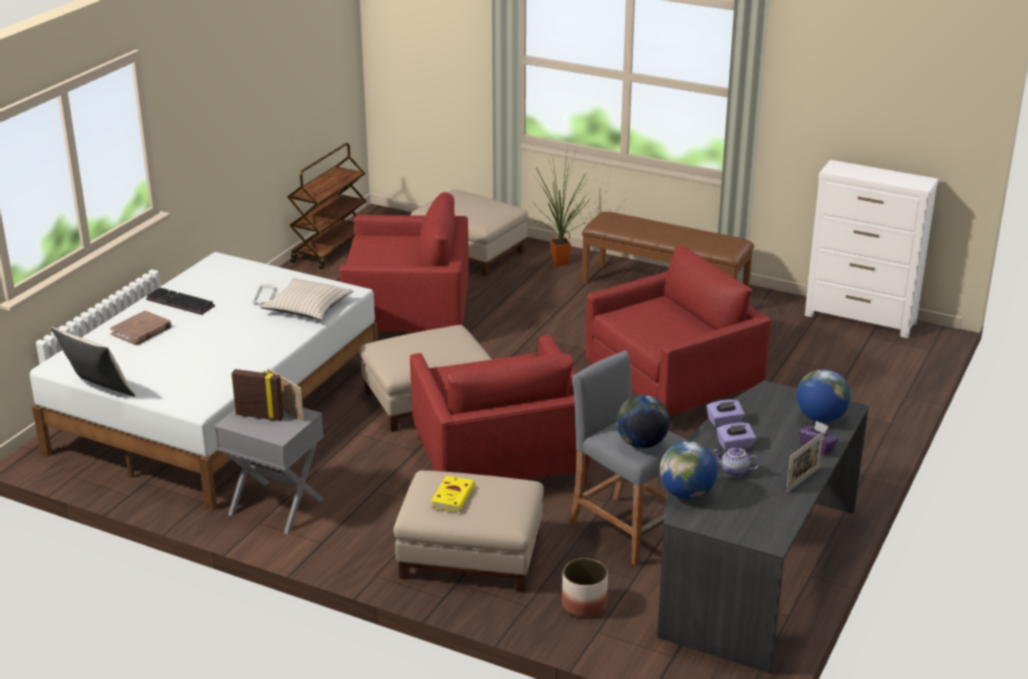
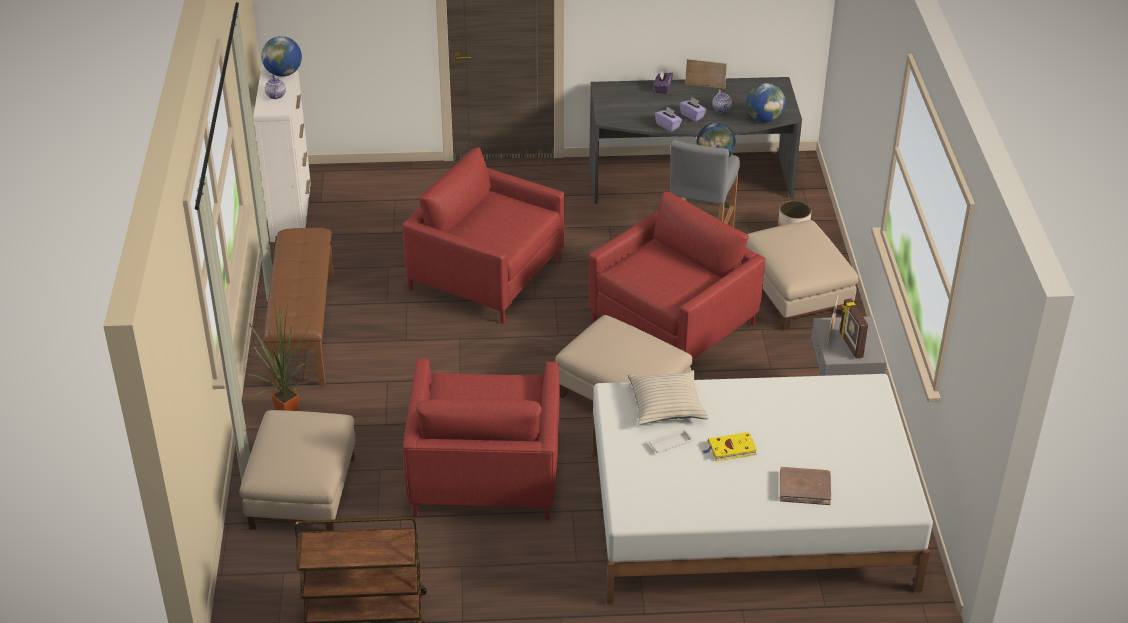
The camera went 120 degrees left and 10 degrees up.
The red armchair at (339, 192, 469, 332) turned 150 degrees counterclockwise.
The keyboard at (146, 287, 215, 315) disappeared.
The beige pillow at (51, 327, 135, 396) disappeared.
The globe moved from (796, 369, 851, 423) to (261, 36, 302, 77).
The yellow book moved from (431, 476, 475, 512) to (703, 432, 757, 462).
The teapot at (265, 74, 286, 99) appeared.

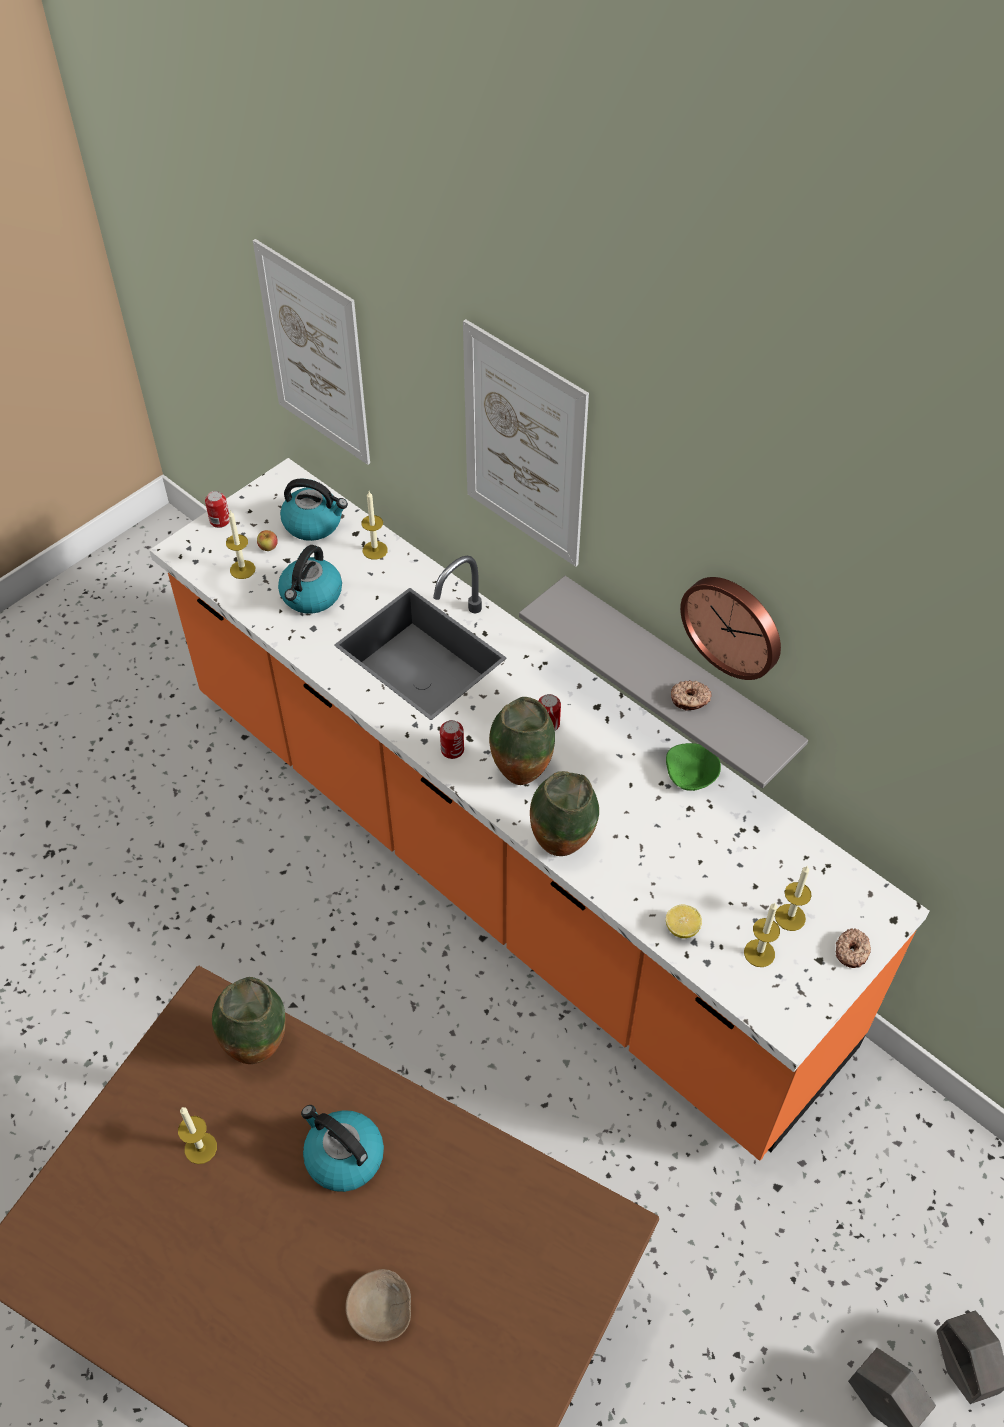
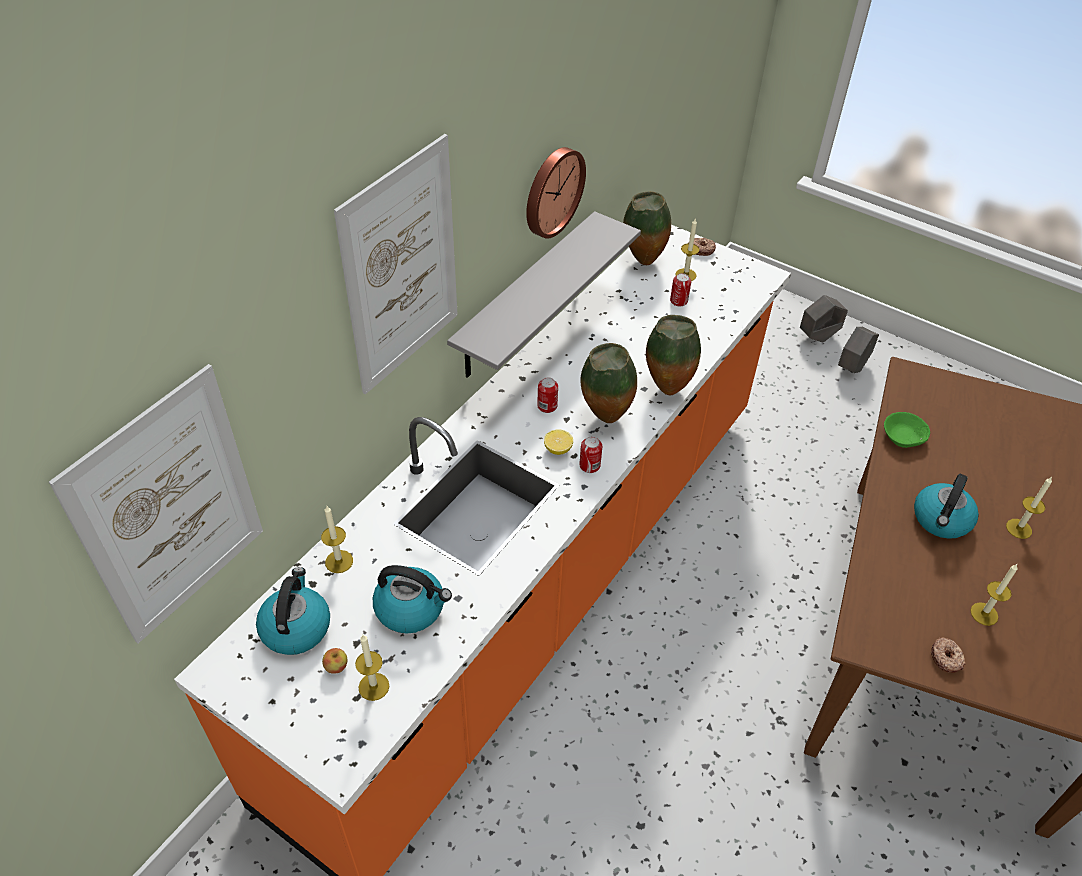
The camera went 100 degrees left and 5 degrees down.
The can moved from (205, 491, 230, 528) to (670, 273, 691, 306).
The donut moved from (671, 680, 712, 711) to (931, 637, 966, 673).
The green bowl moved from (666, 743, 721, 791) to (884, 412, 930, 448).
The candle moved from (744, 903, 780, 967) to (1006, 477, 1052, 539).
The lemon moved from (666, 905, 702, 938) to (544, 429, 573, 455).
The vase moved from (212, 977, 286, 1064) to (623, 191, 671, 265).
The beige bowl at (345, 1269, 411, 1342) disappeared.

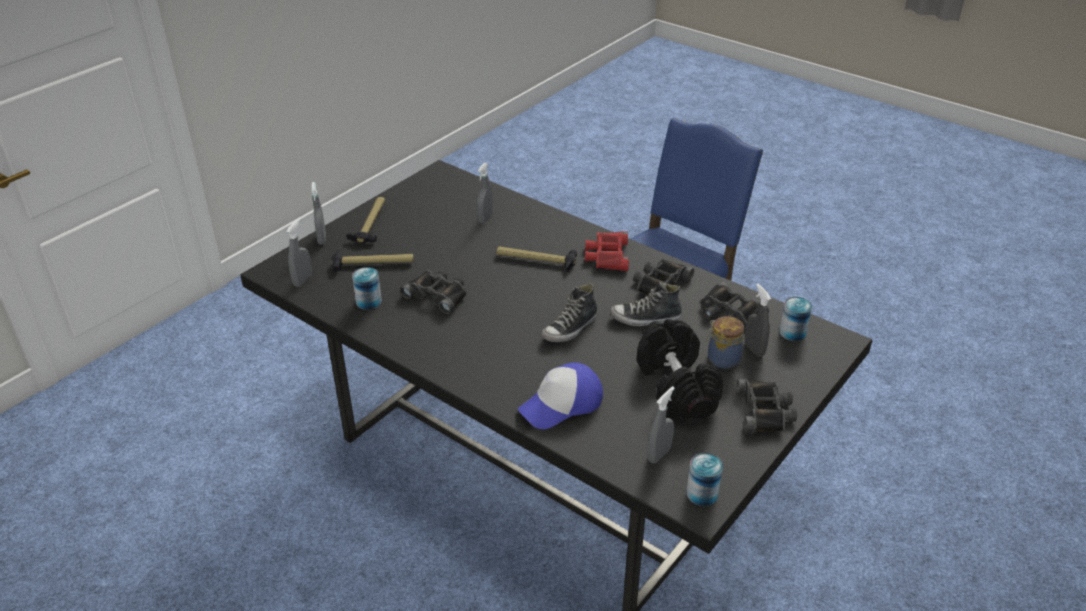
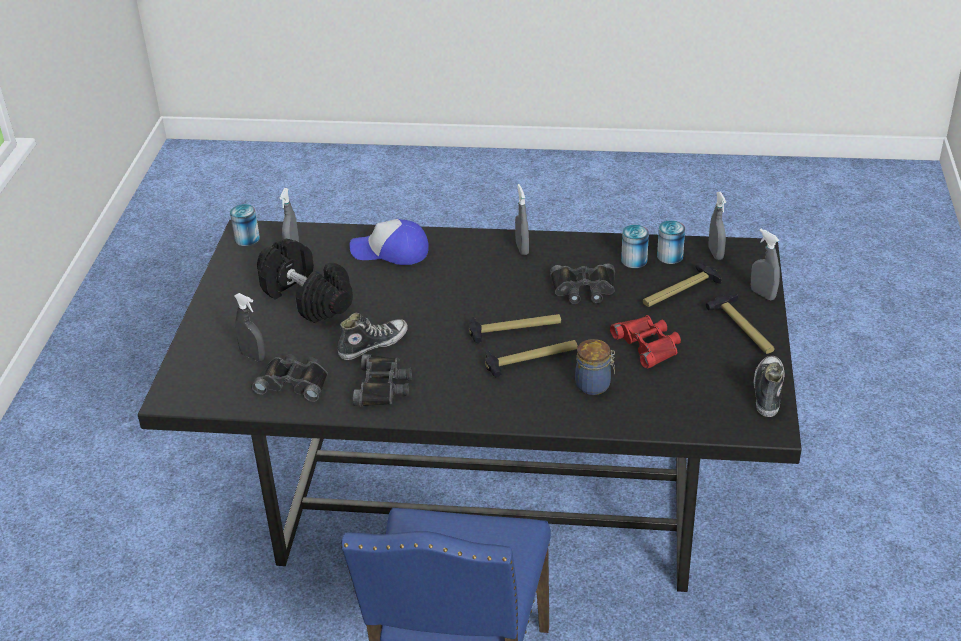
The camera went 150 degrees right and 0 degrees up.
The grey spray bottle moved from (477, 163, 493, 224) to (515, 184, 529, 255).
The red binoculars moved from (585, 231, 629, 271) to (610, 315, 681, 369).
The shoe moved from (542, 283, 598, 342) to (753, 356, 785, 417).
The can moved from (779, 297, 812, 341) to (657, 220, 685, 264).
The jar moved from (706, 316, 744, 369) to (575, 339, 615, 395).
The cap at (518, 362, 603, 429) turned 105 degrees counterclockwise.
The black binoculars at (736, 378, 797, 433) disappeared.
The hammer at (469, 314, 561, 343) appeared.

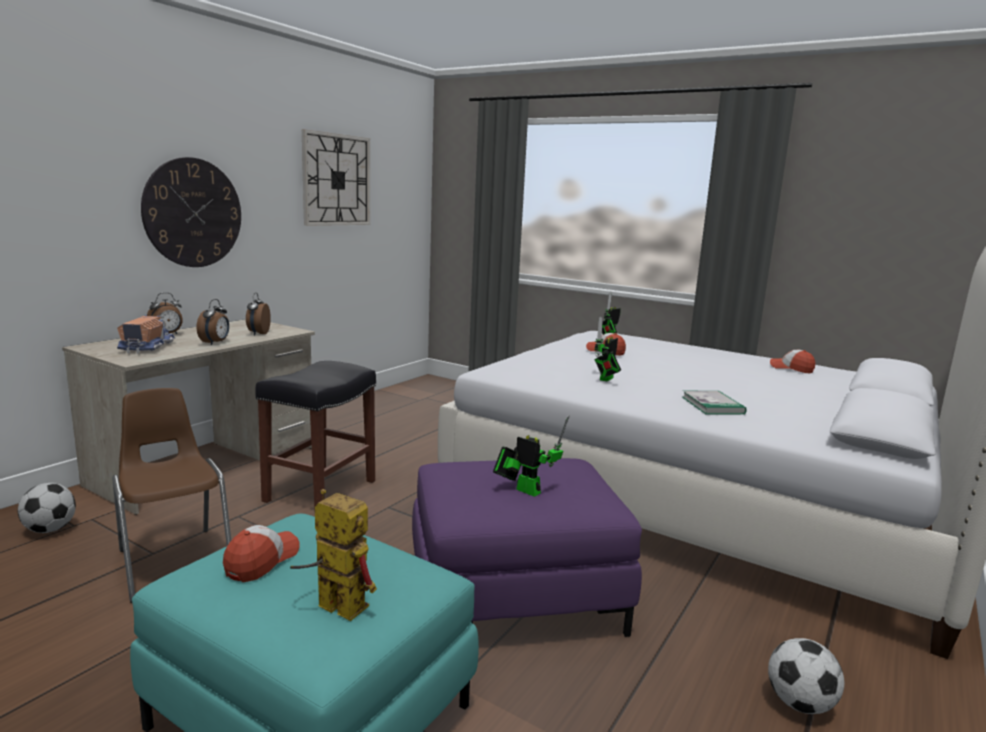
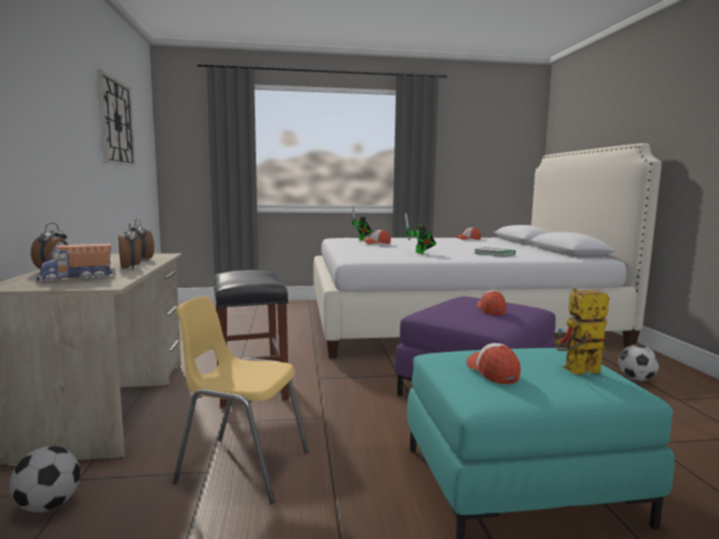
The camera went 40 degrees left and 5 degrees down.
The wall clock at (141, 157, 241, 267) disappeared.
The toy truck at (117, 315, 175, 354) turned 75 degrees counterclockwise.
The brown chair at (112, 388, 231, 603) became the yellow chair at (173, 296, 309, 504).
The toy robot at (493, 415, 569, 497) was replaced by the cap at (476, 290, 506, 315).

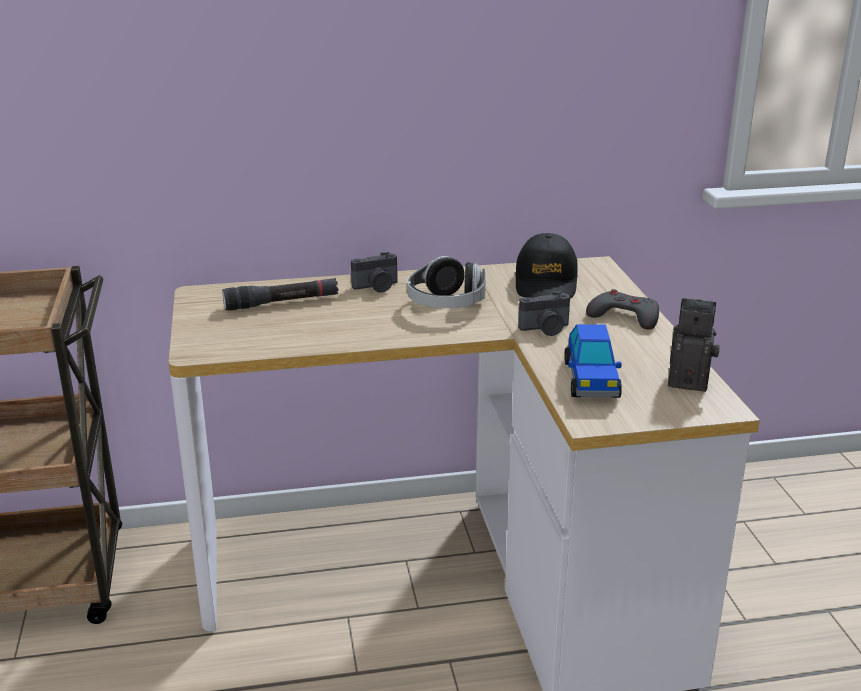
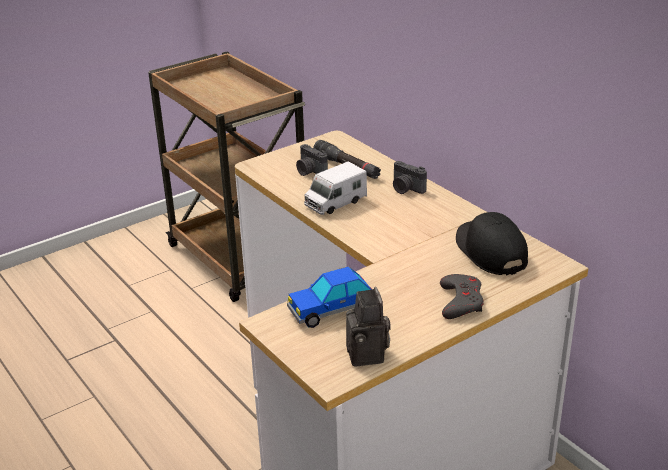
The camera went 65 degrees right and 5 degrees up.
The black cap at (515, 233, 578, 298) turned 90 degrees clockwise.
The headphones at (407, 256, 486, 308) disappeared.
The photo camera moved from (518, 291, 570, 336) to (296, 144, 328, 176).
The toy truck at (304, 162, 367, 215) appeared.

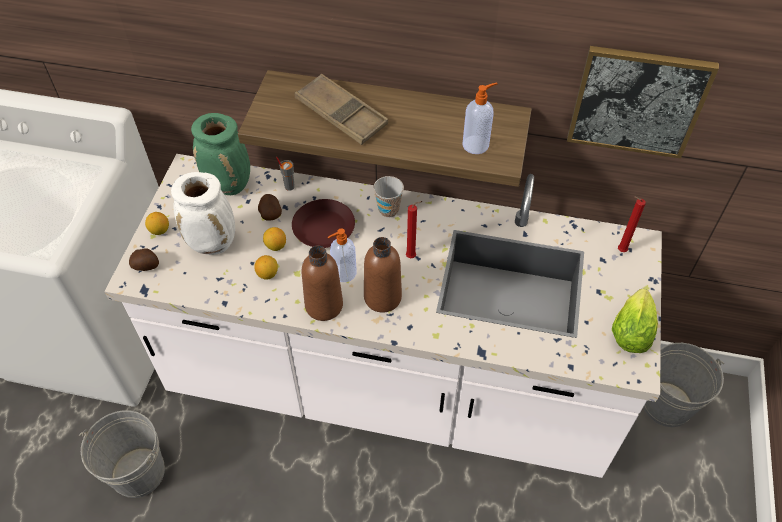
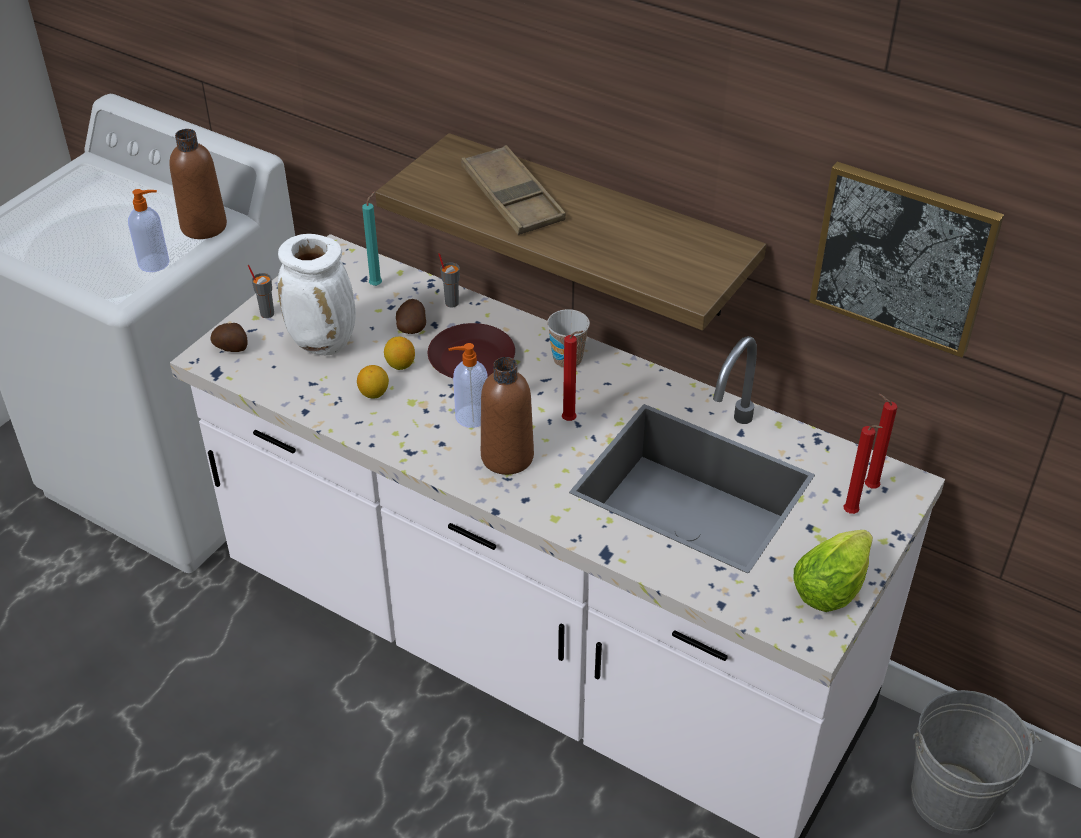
The camera went 20 degrees right and 10 degrees down.
The soap dispenser moved from (462, 83, 498, 154) to (128, 189, 170, 272).
The green vase at (191, 113, 250, 195) was replaced by the turquoise candle at (362, 191, 382, 286).
The lemon at (145, 212, 169, 235) was replaced by the grey cup at (248, 265, 274, 318).
The brown bottle moved from (302, 246, 343, 321) to (169, 129, 227, 239).
The grey bucket at (79, 410, 165, 498) disappeared.
The red candle at (844, 425, 883, 514) appeared.

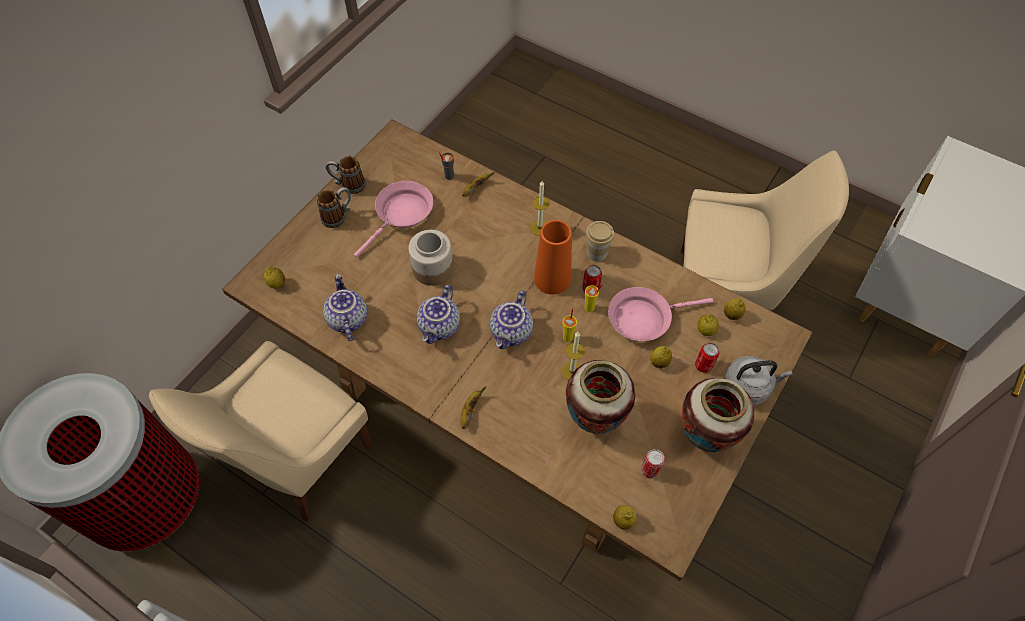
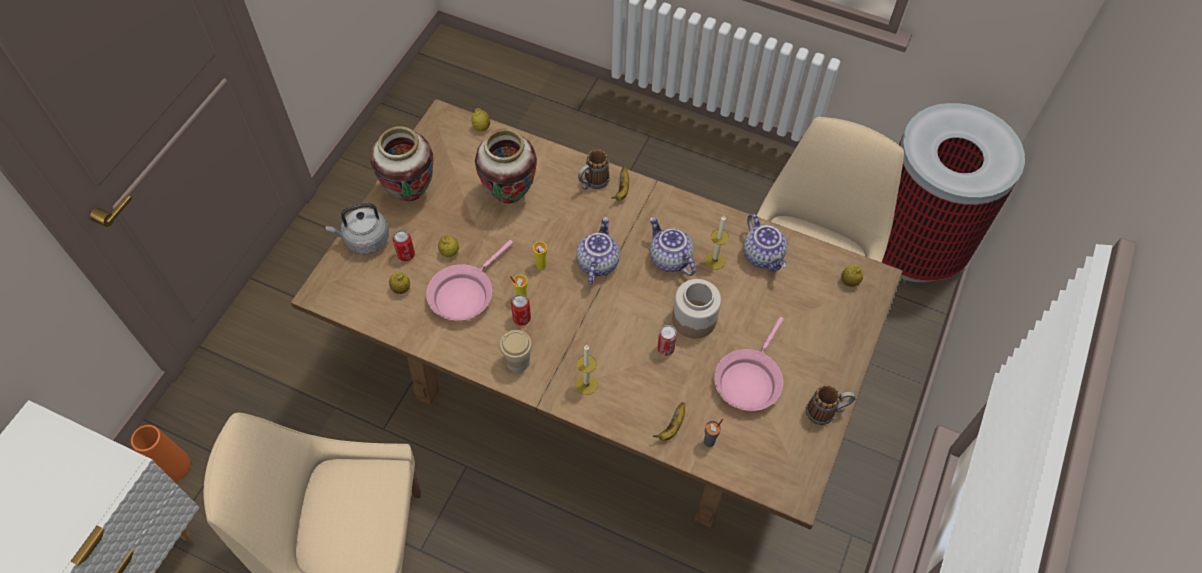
The camera went 170 degrees right and 0 degrees up.
The mug moved from (317, 187, 351, 228) to (578, 150, 610, 189).
The orange vase moved from (534, 220, 572, 295) to (131, 425, 190, 482).
The teapot at (417, 284, 460, 344) turned 45 degrees counterclockwise.
The pink frying pan at (608, 287, 713, 341) turned 150 degrees clockwise.
The lemon at (724, 299, 746, 320) disappeared.
The candle moved from (561, 332, 585, 380) to (704, 216, 729, 270).
The can moved from (641, 449, 665, 479) to (657, 325, 677, 356).

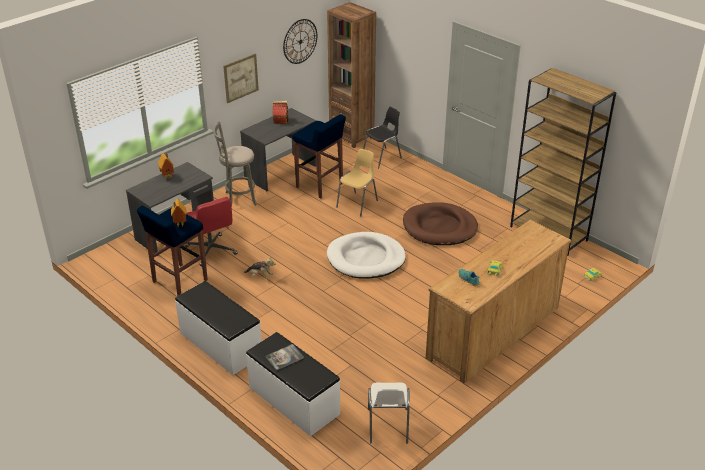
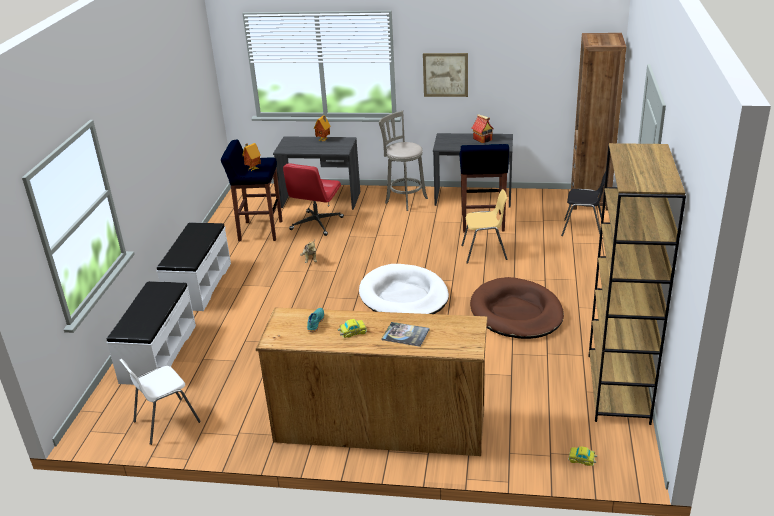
The camera went 55 degrees right and 5 degrees down.
The wall clock at (283, 19, 317, 64) disappeared.
The book moved from (265, 344, 304, 371) to (381, 322, 430, 347).

